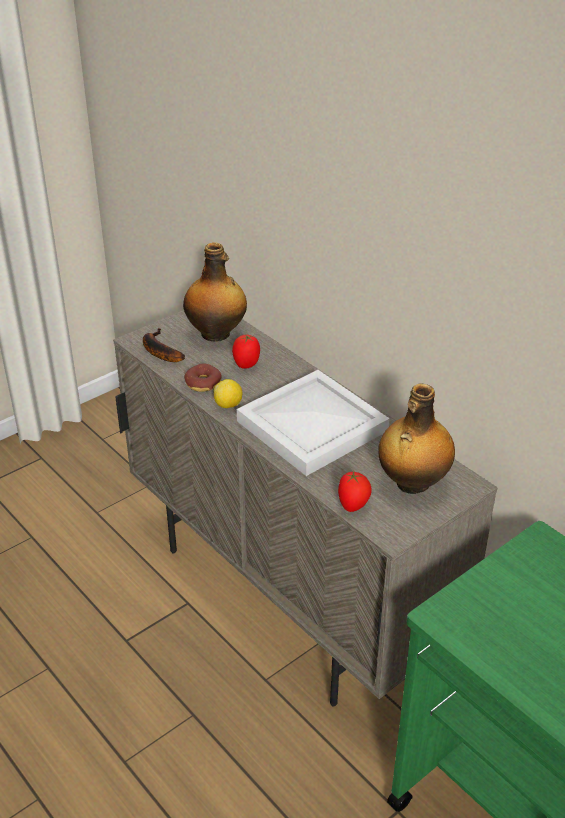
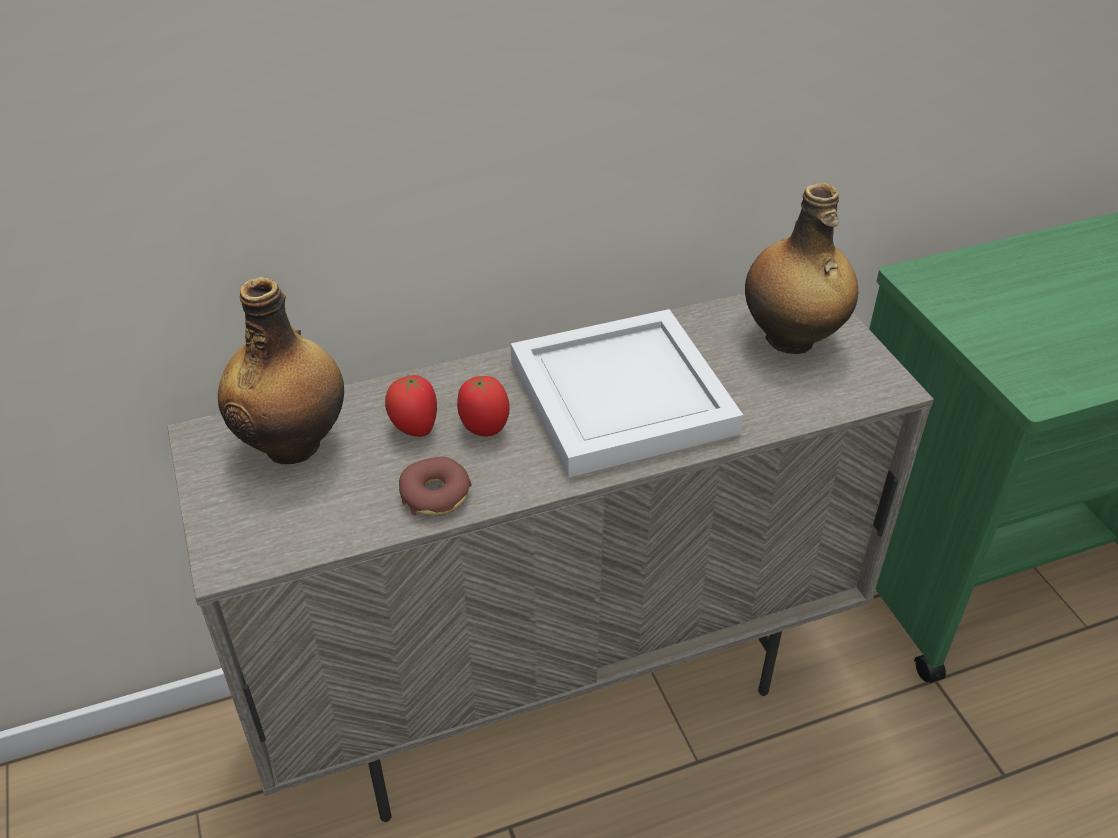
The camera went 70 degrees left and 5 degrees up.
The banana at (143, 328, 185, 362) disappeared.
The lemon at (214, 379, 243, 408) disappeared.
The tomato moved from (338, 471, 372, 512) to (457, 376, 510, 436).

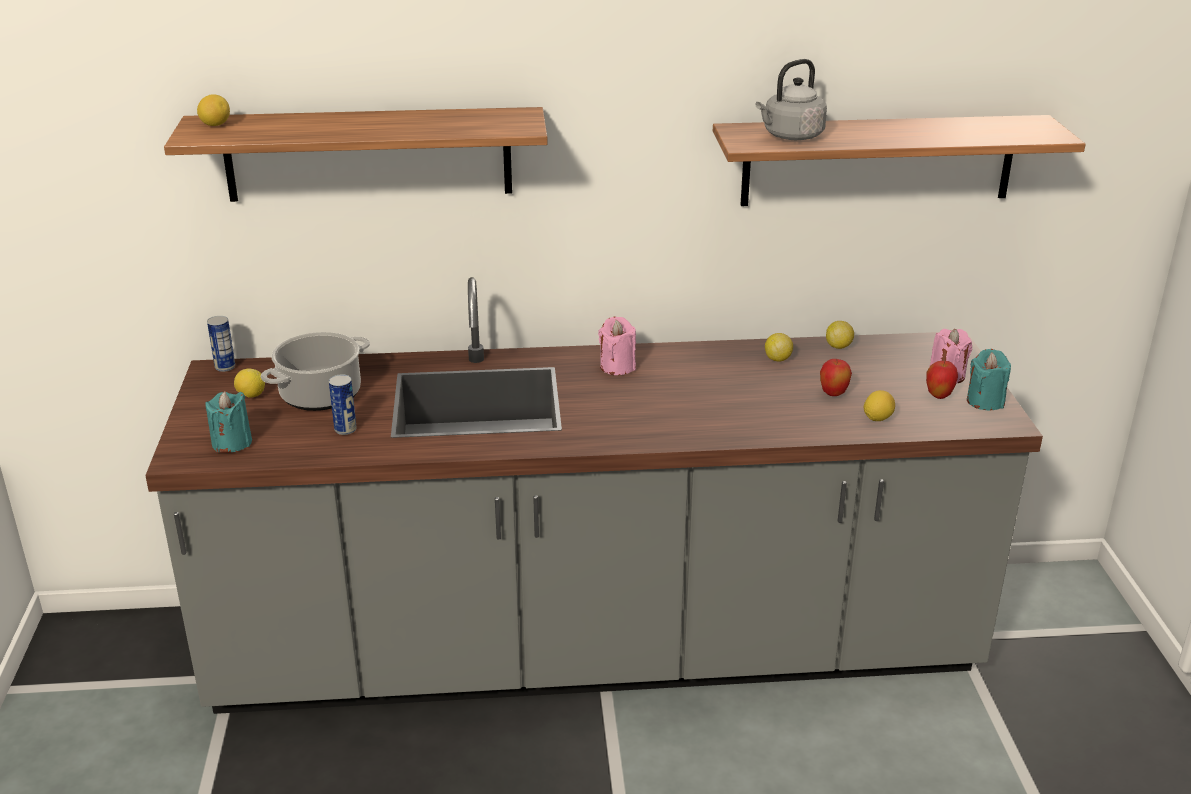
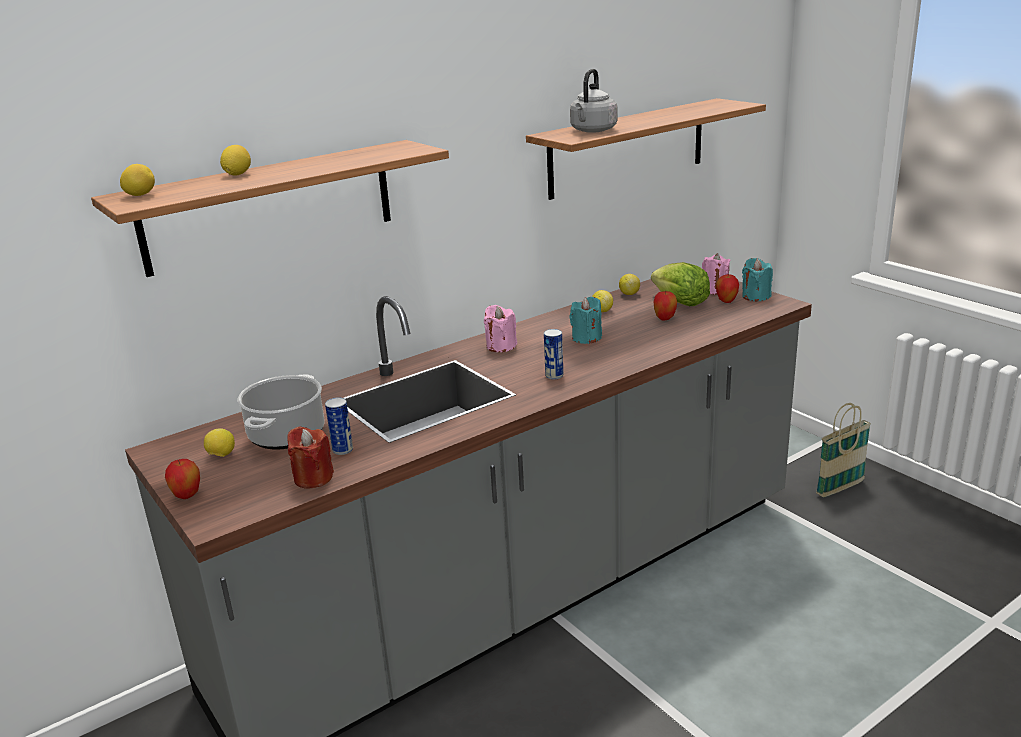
The camera went 30 degrees left and 5 degrees down.
The can moved from (207, 316, 235, 372) to (544, 329, 563, 380).
The lemon moved from (864, 390, 895, 421) to (220, 145, 251, 176).
The turquoise candle moved from (205, 391, 252, 453) to (570, 297, 602, 344).
The lettuce at (651, 262, 710, 306) appeared.
The basket at (816, 403, 871, 497) appeared.
The red candle at (287, 426, 334, 489) appeared.
The apple at (165, 459, 200, 499) appeared.

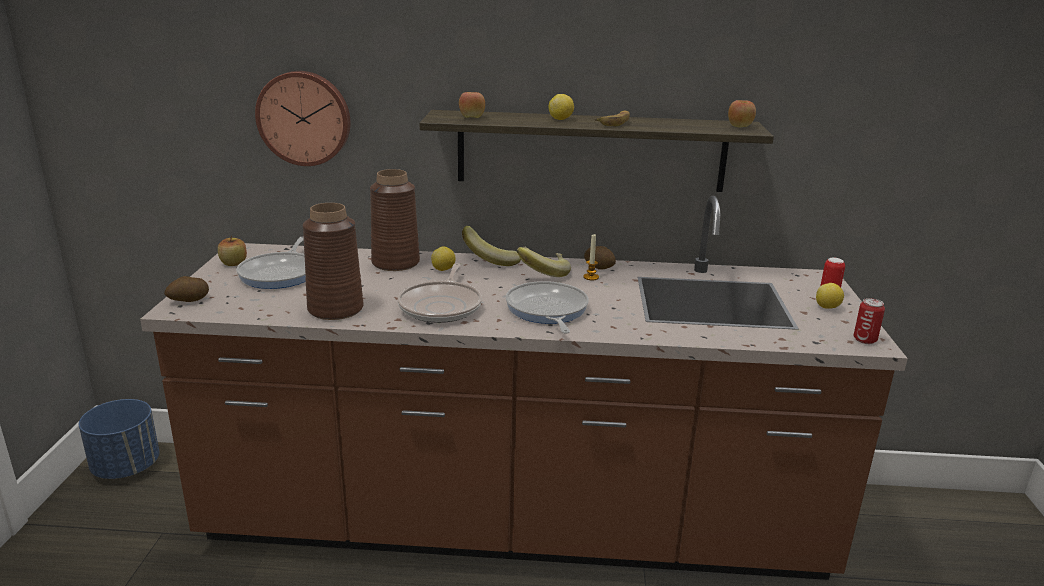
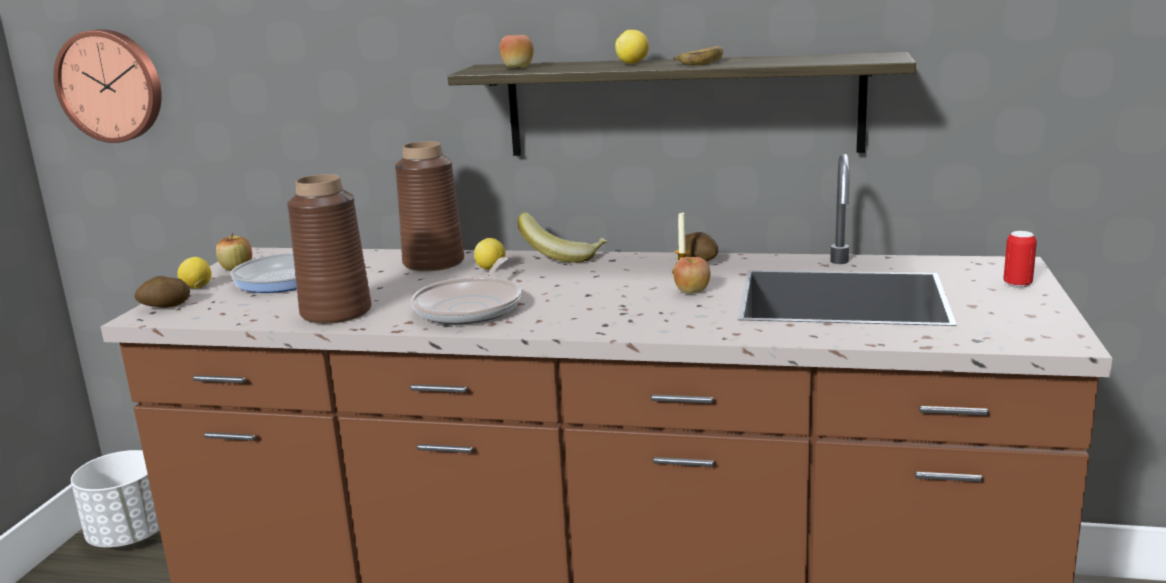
The camera went 10 degrees right and 5 degrees down.
The wall clock moved from (255, 71, 350, 166) to (54, 29, 162, 143).
The apple moved from (728, 100, 756, 127) to (673, 257, 710, 294).
The banana at (517, 247, 571, 277) disappeared.
The frying pan at (506, 281, 589, 334) disappeared.
The lemon moved from (816, 283, 844, 309) to (177, 257, 212, 288).
The can at (854, 298, 885, 344) disappeared.
The blue planter at (79, 399, 159, 479) became the white planter at (71, 450, 160, 548).

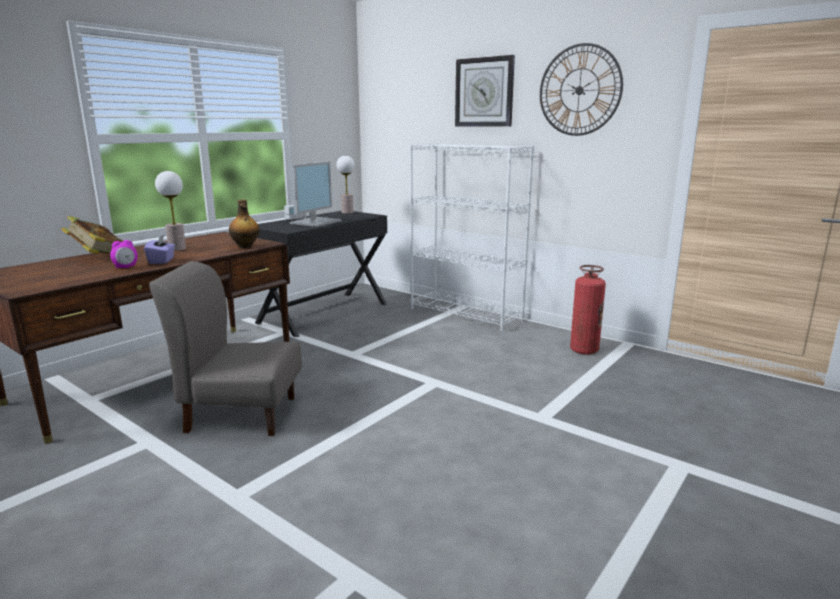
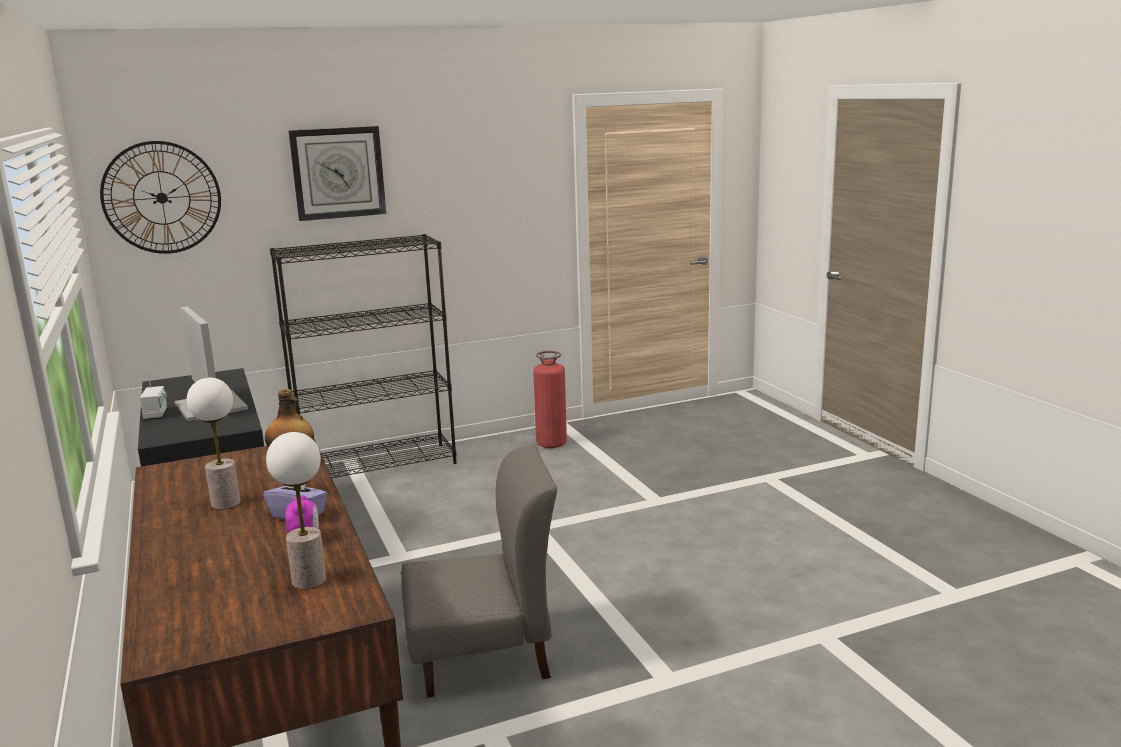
The camera went 60 degrees left and 0 degrees up.
The wall clock moved from (540, 43, 623, 136) to (100, 141, 221, 254).
The white bookcase at (410, 143, 534, 332) became the black bookcase at (270, 234, 457, 478).
The table lamp moved from (337, 156, 355, 214) to (266, 432, 326, 589).
The book at (61, 216, 123, 255) disappeared.
The grey chair at (149, 261, 302, 436) turned 135 degrees counterclockwise.

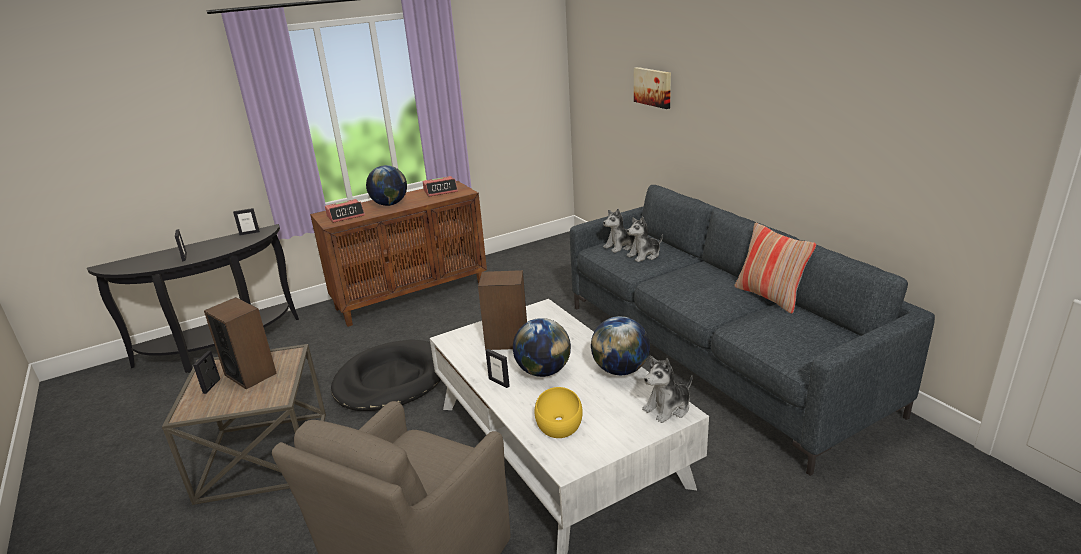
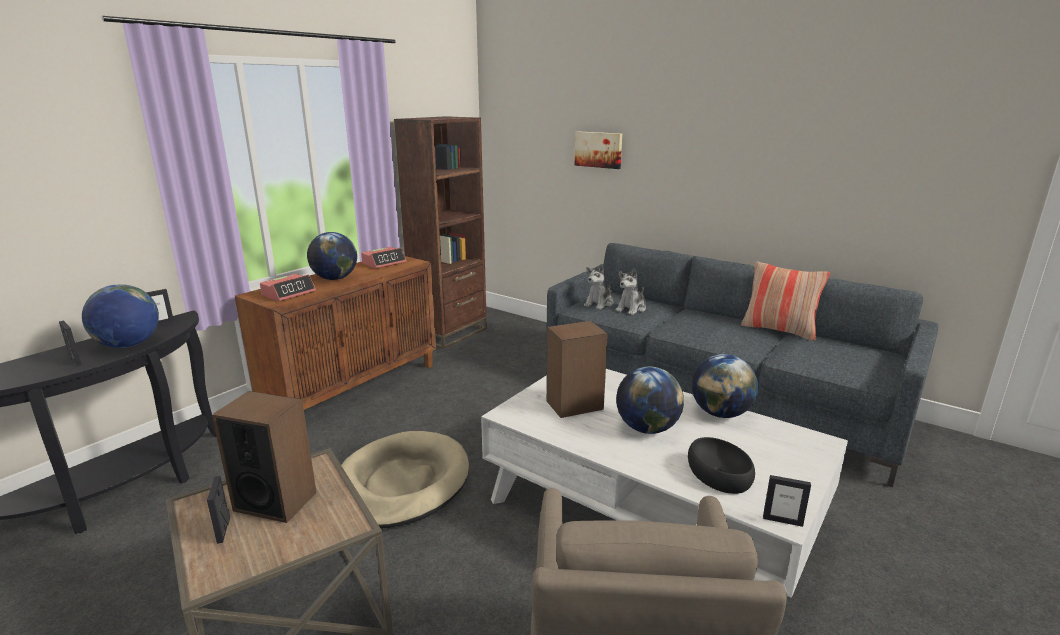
The camera went 25 degrees left and 5 degrees down.
The black dog bed at (331, 340, 441, 411) became the beige dog bed at (341, 431, 469, 529).
The picture frame moved from (485, 349, 510, 388) to (763, 475, 811, 527).
The plush toy at (642, 356, 693, 423) disappeared.
The yellow bowl at (535, 387, 583, 438) became the black bowl at (688, 437, 755, 494).
The brown bookcase at (394, 116, 487, 349) appeared.
The globe at (82, 284, 159, 348) appeared.

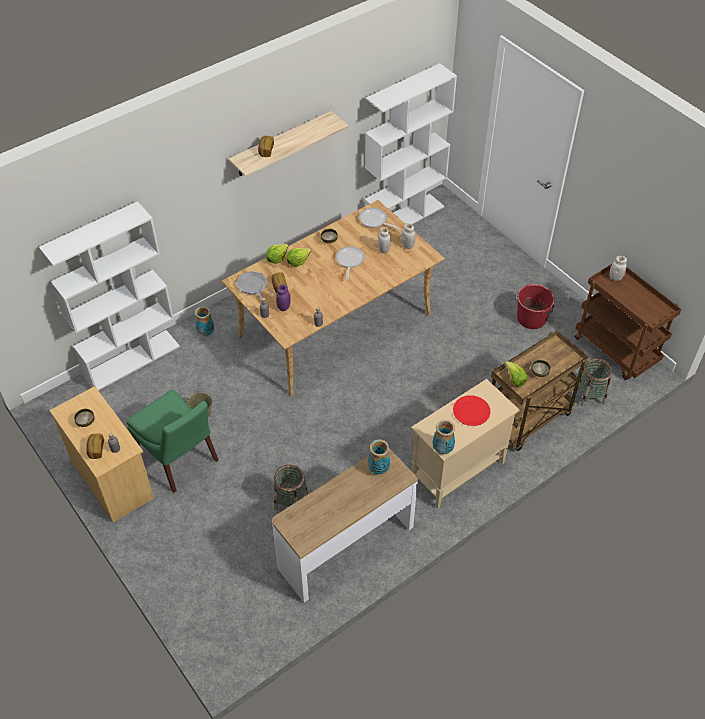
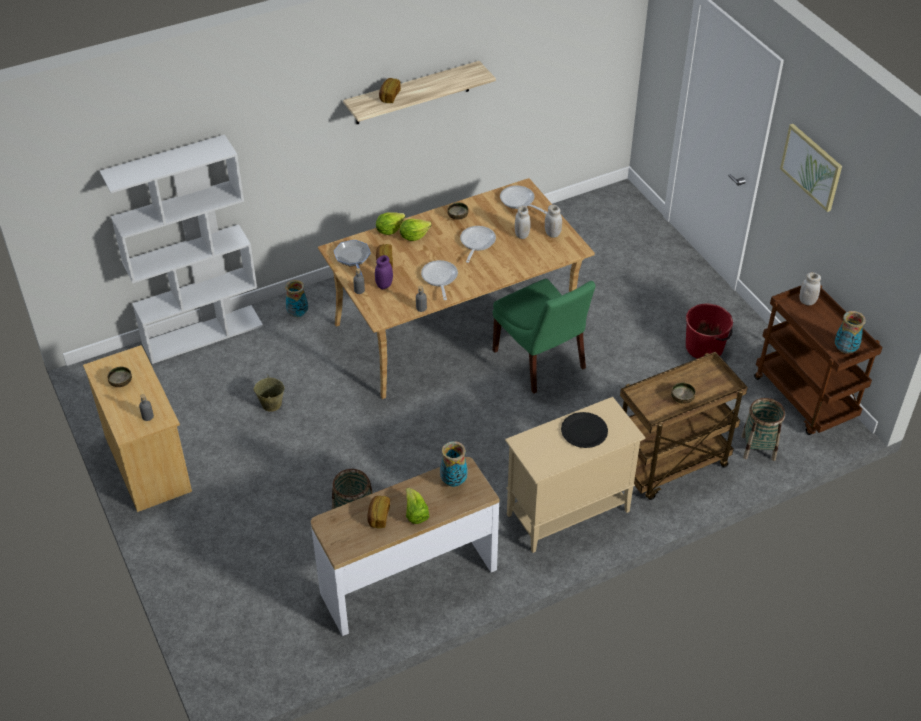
The camera went 10 degrees right and 5 degrees down.
The white bookcase at (365, 63, 457, 224) disappeared.
The lettuce moved from (505, 361, 528, 386) to (406, 488, 430, 524).
The green chair moved from (127, 390, 219, 493) to (493, 279, 596, 394).
The red plate at (453, 395, 491, 426) became the black plate at (561, 412, 608, 448).
The vase moved from (433, 420, 455, 454) to (835, 311, 866, 354).
The bread moved from (86, 433, 104, 459) to (368, 496, 390, 528).
The picture at (780, 124, 842, 212) appeared.
The frying pan at (421, 260, 458, 300) appeared.

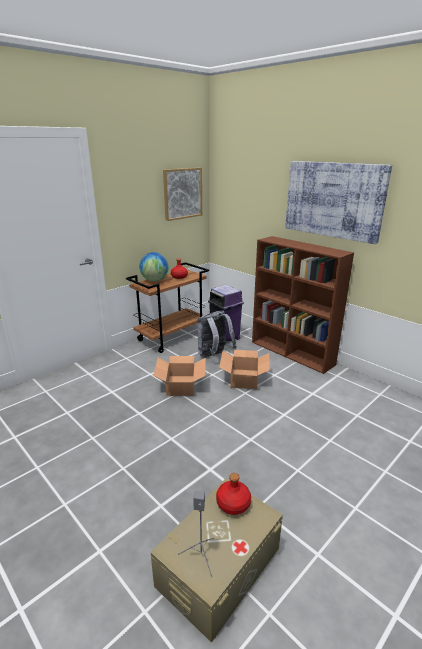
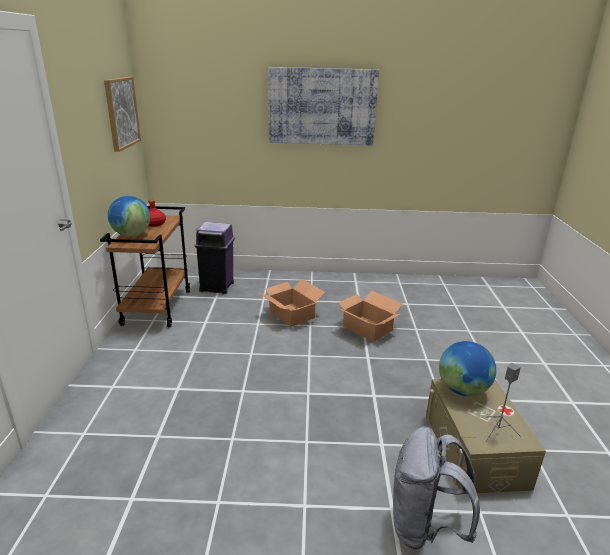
The camera went 45 degrees left and 0 degrees up.
The brown bookcase at (252, 236, 354, 374) disappeared.
The grey backpack moved from (198, 311, 237, 357) to (393, 426, 480, 550).
The cardboard box moved from (153, 356, 206, 396) to (338, 291, 402, 342).
The red bottle at (216, 473, 251, 515) was replaced by the globe at (439, 341, 496, 396).

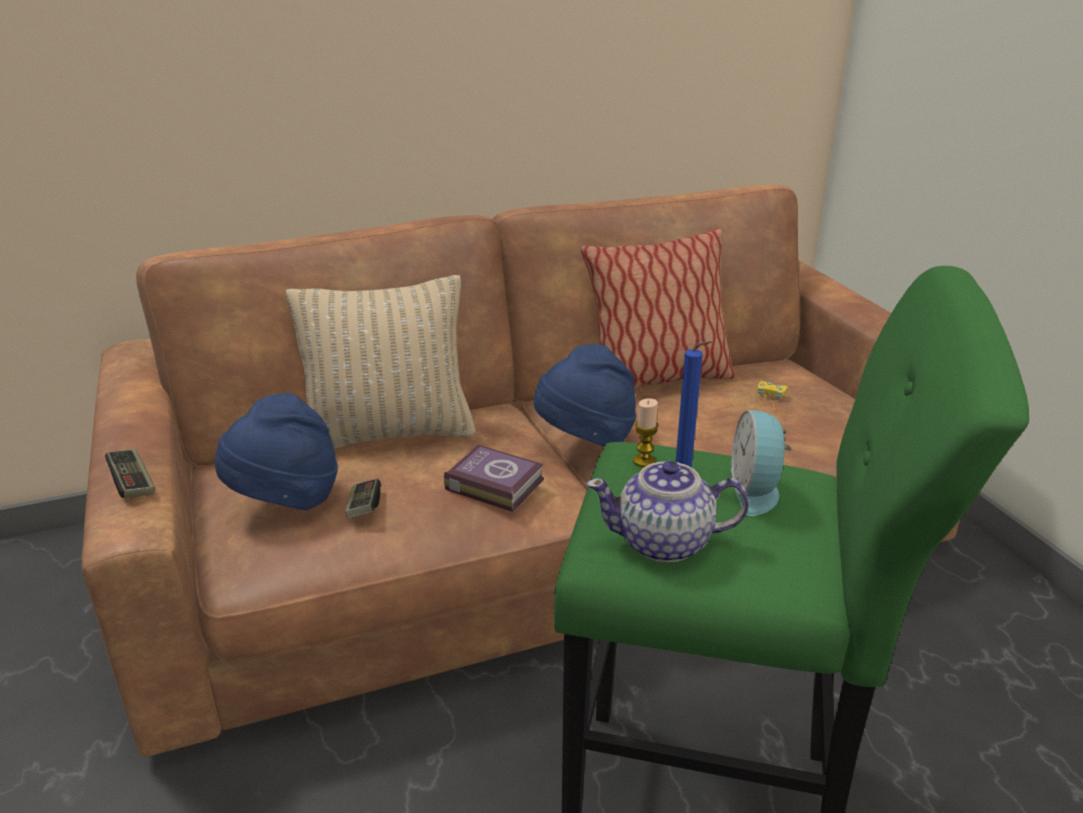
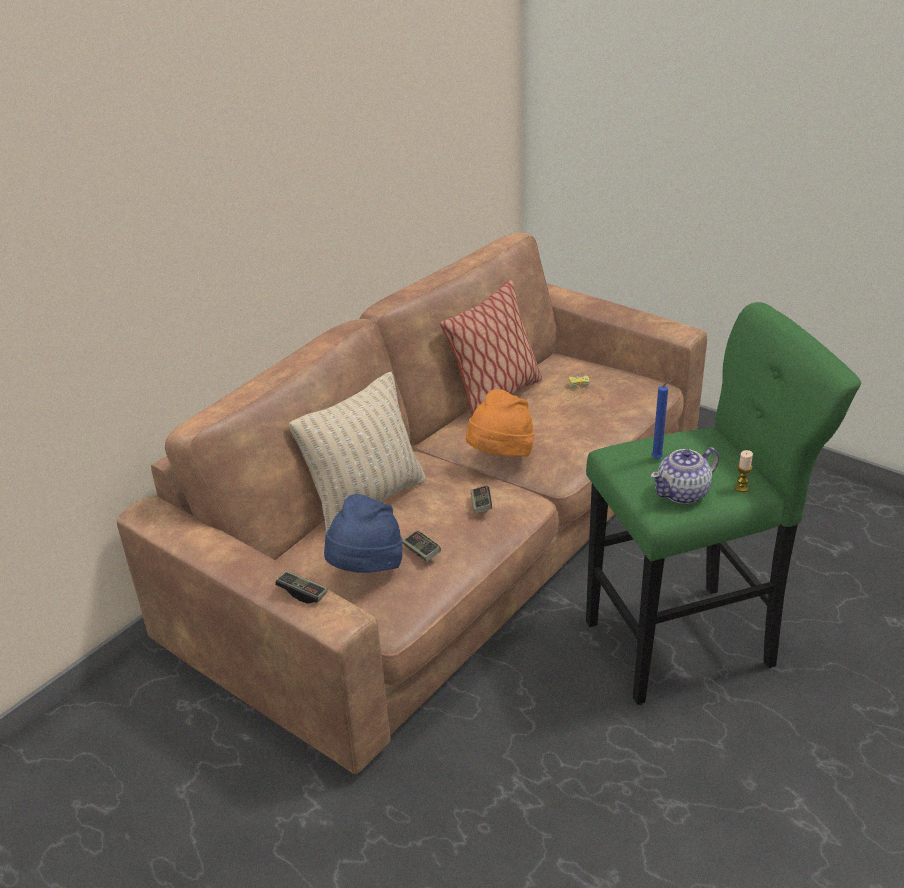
The camera went 30 degrees left and 5 degrees up.
The blue hat at (534, 344, 636, 447) became the orange hat at (466, 389, 534, 457).
The candle moved from (633, 398, 659, 467) to (734, 450, 753, 492).
The alarm clock at (730, 410, 792, 516) disappeared.
The book at (444, 445, 544, 512) was replaced by the game controller at (470, 485, 492, 514).

